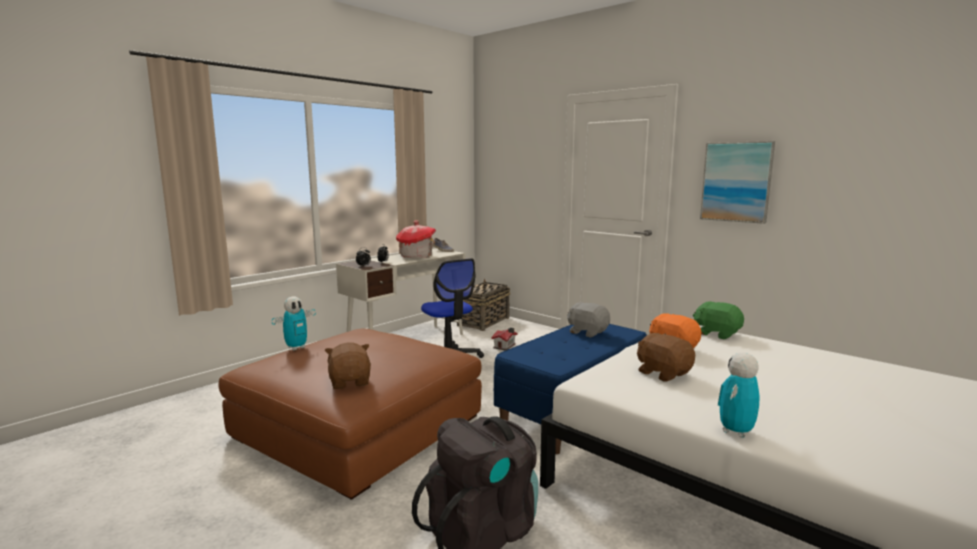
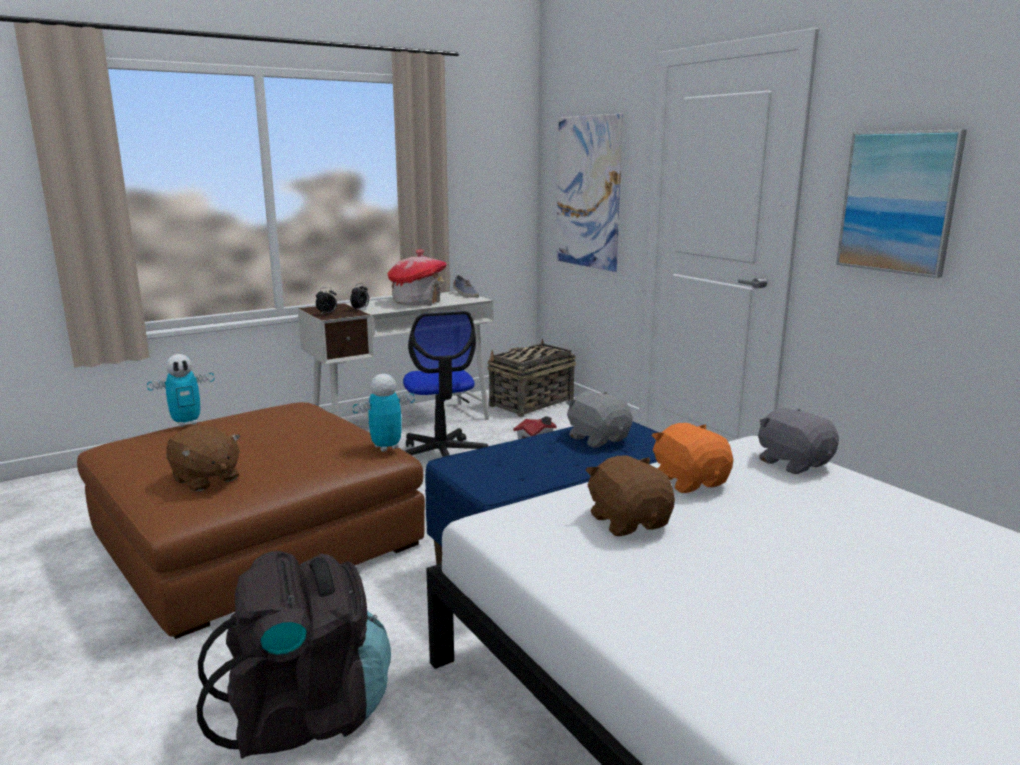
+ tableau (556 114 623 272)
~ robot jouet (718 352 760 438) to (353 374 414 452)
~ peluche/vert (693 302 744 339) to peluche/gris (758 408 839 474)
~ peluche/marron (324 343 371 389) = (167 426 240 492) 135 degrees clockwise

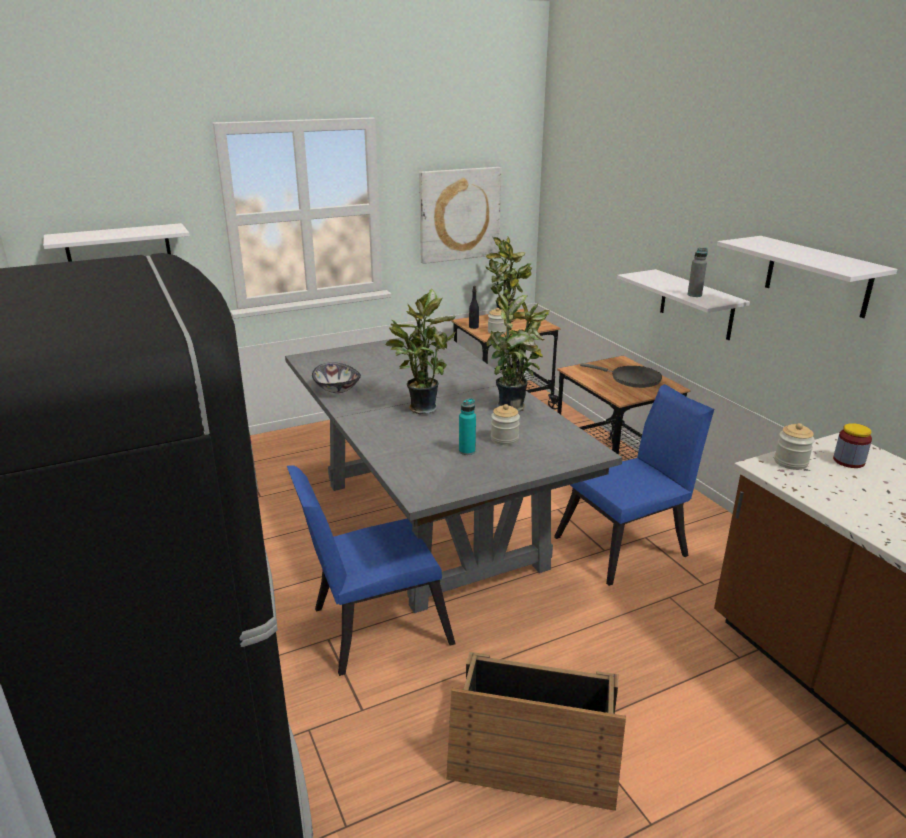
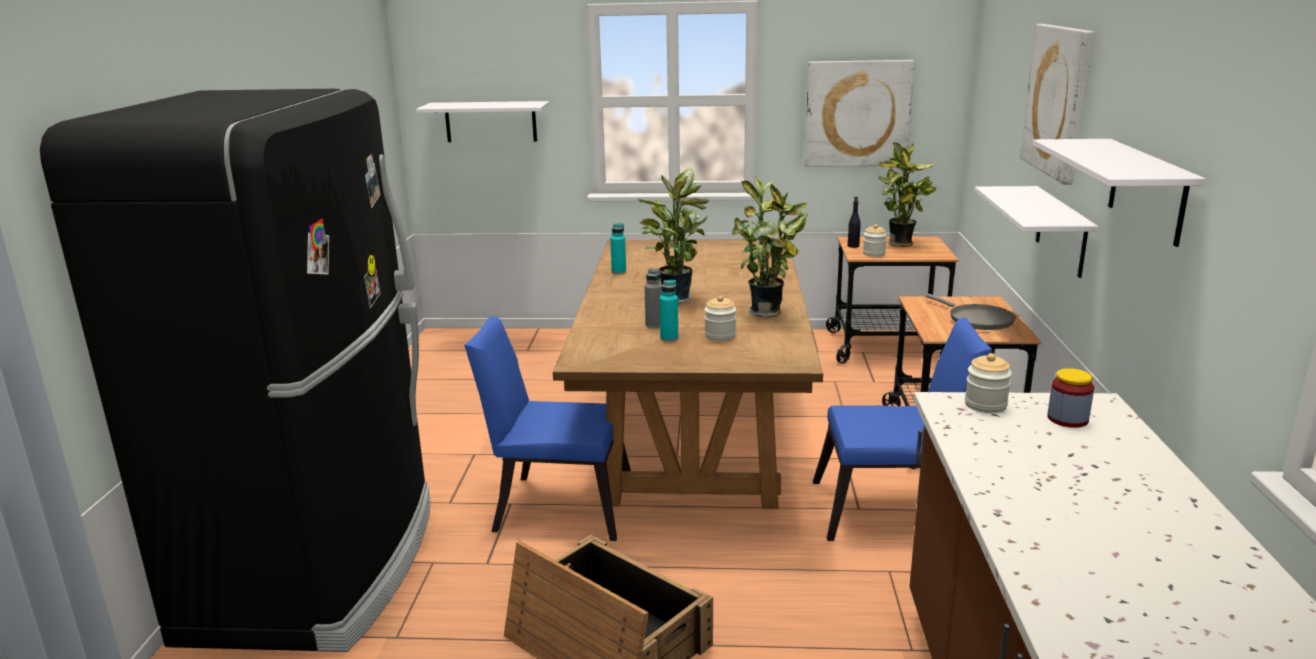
+ tableau (1020 24 1094 185)
~ bouteille/gris (687 248 708 297) to (645 268 662 328)
~ bol (312 362 361 393) to bouteille/turquoise (610 223 626 274)
~ table à manger/gris (285 331 622 613) to table à manger/marron (553 239 823 509)

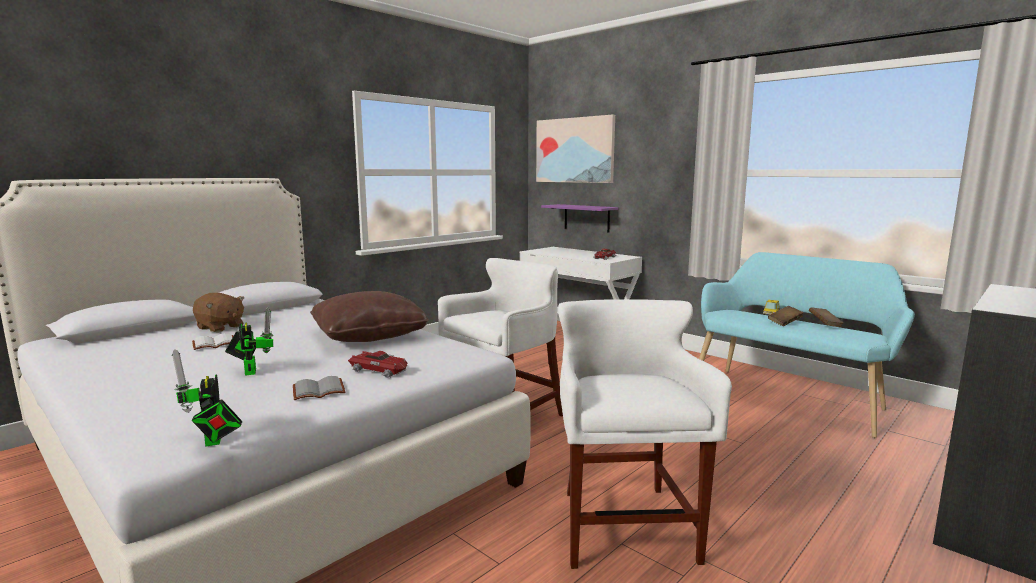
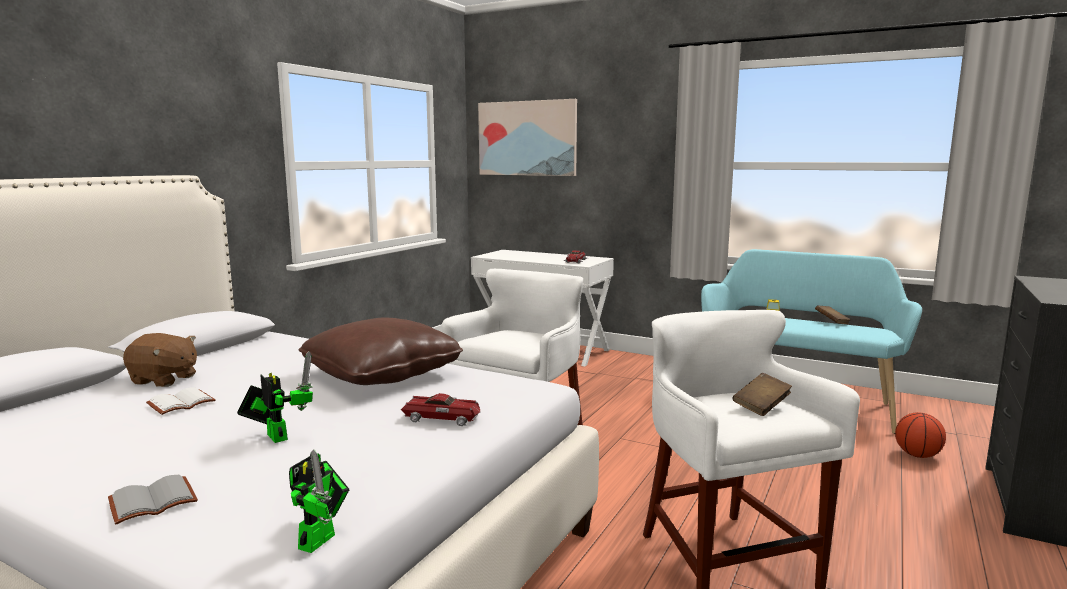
- étagère/violet (541 204 618 232)
+ ballon de basket (895 412 946 458)
~ livre/gris (293 376 345 400) to (108 475 198 525)
~ livre/marron (768 306 804 326) to (733 373 792 416)
~ robot jouet (172 349 242 447) = (289 449 349 553) 120 degrees counterclockwise

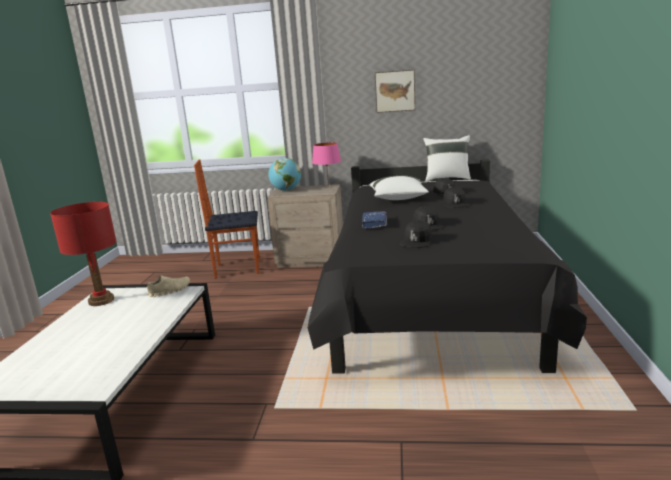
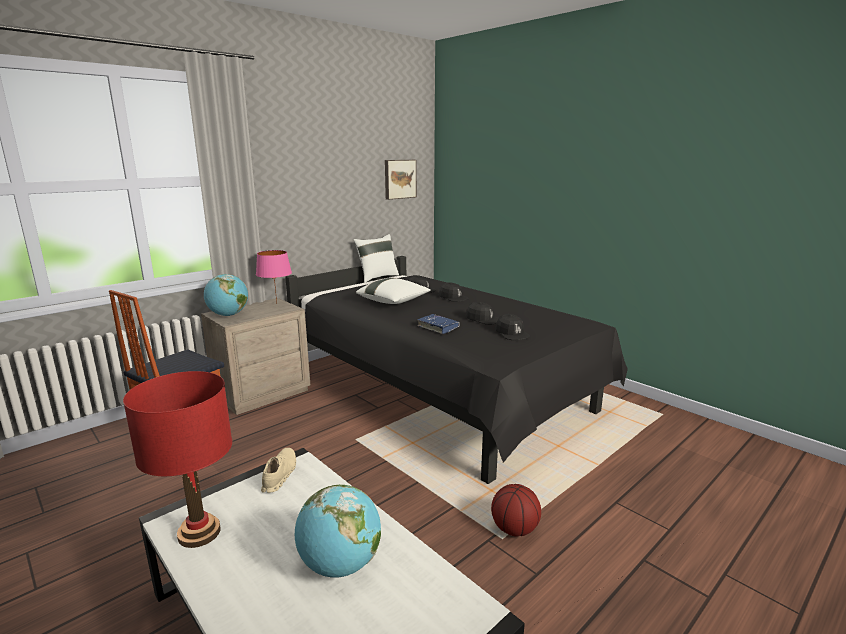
+ globe (295 485 381 578)
+ ballon de basket (491 484 541 537)
~ tableau (375 69 415 113) to (385 160 417 200)

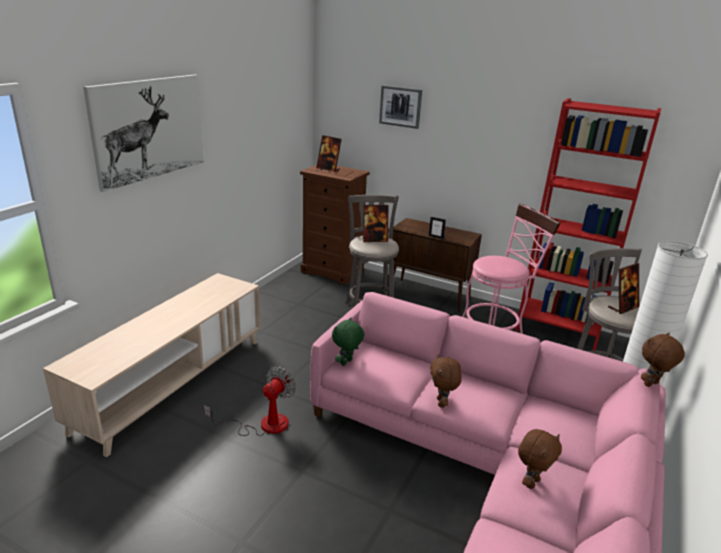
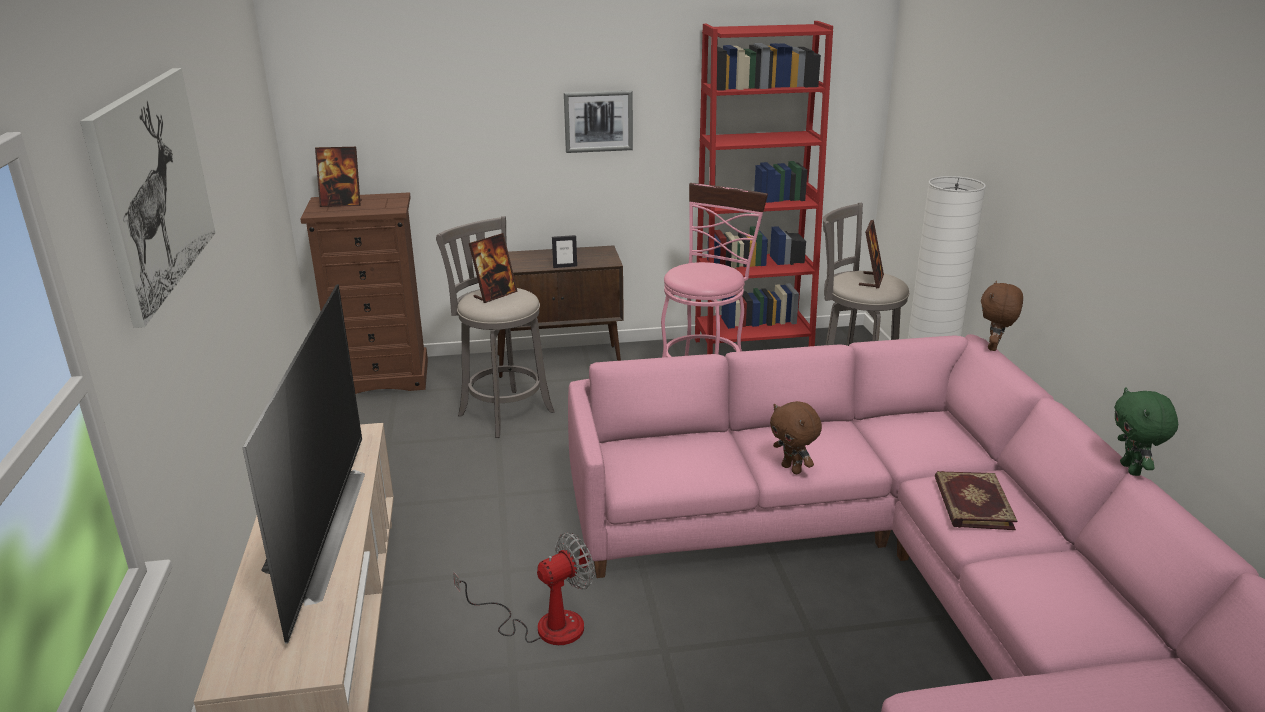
+ téléviseur (242 284 365 644)
~ peluche/vert (332 318 364 366) to (1114 387 1178 476)
~ tableau (379 85 422 129) to (564 90 633 153)
~ peluche/marron (518 429 562 489) to livre (935 471 1017 530)
~ ventilateur (204 367 296 436) = (453 532 594 645) 60 degrees clockwise

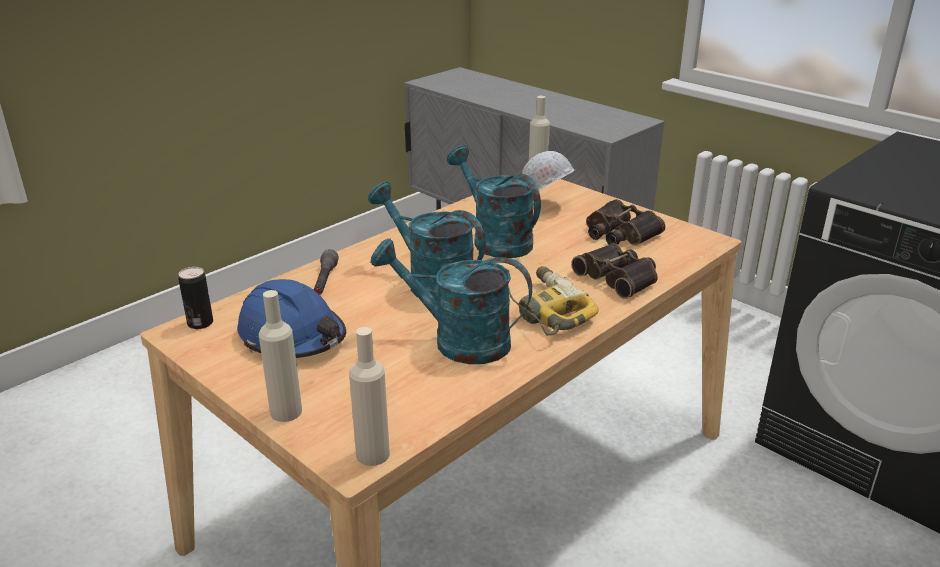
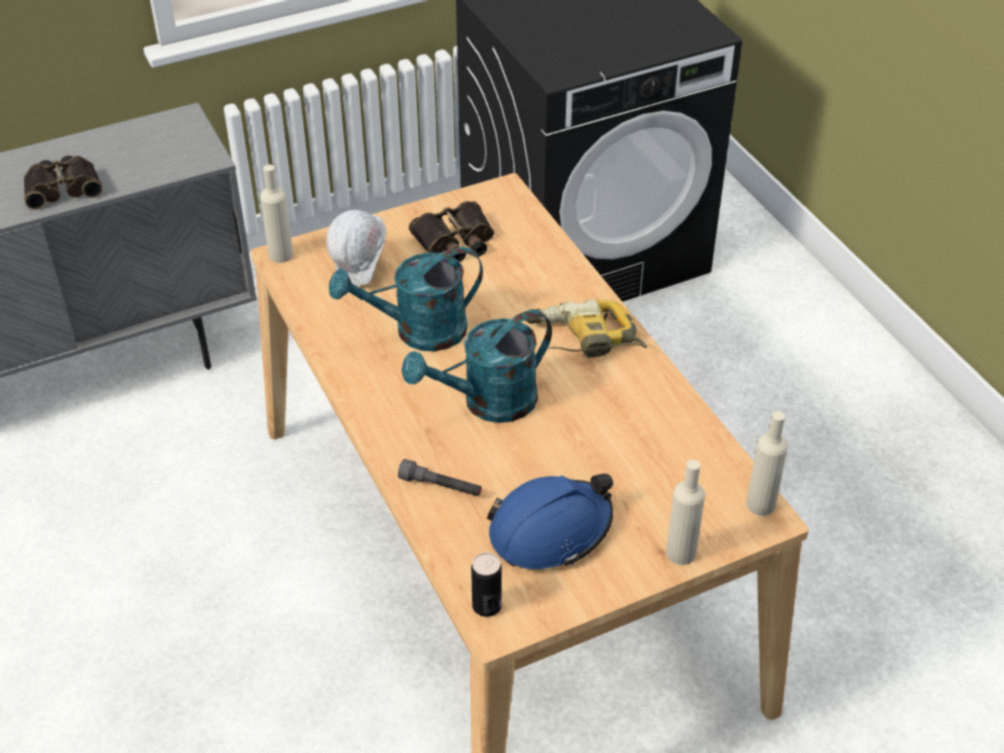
- arrosoir/turquoise (370 238 532 364)
~ jumelles (571 243 658 299) to (24 156 103 210)

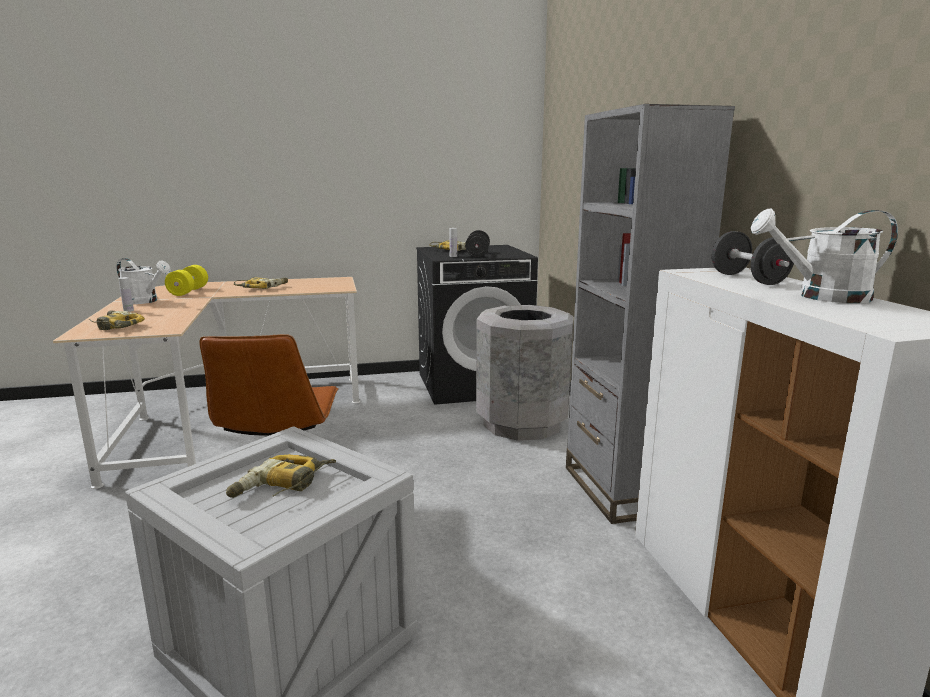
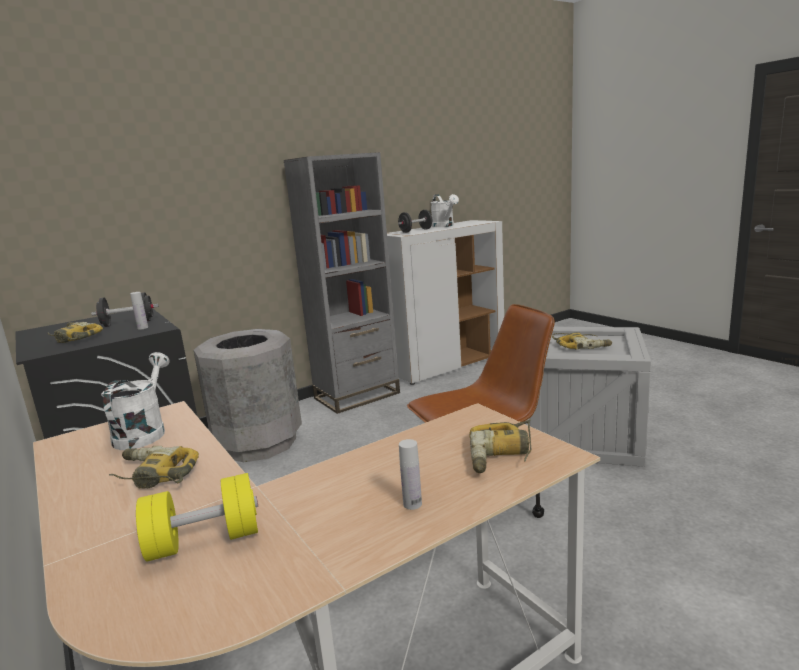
~ arrosoir/blanc (117 258 170 304) to (101 352 170 450)

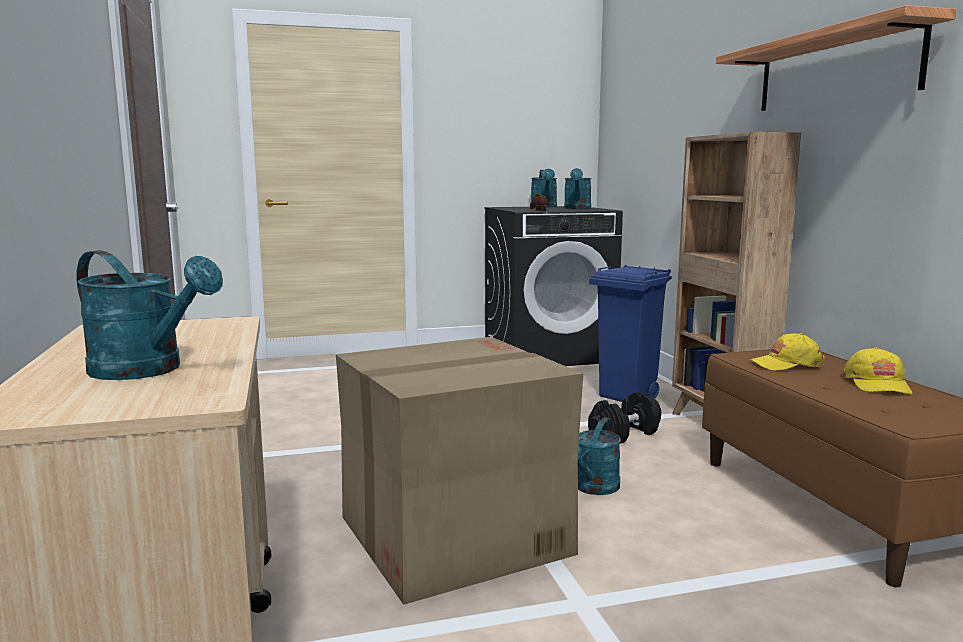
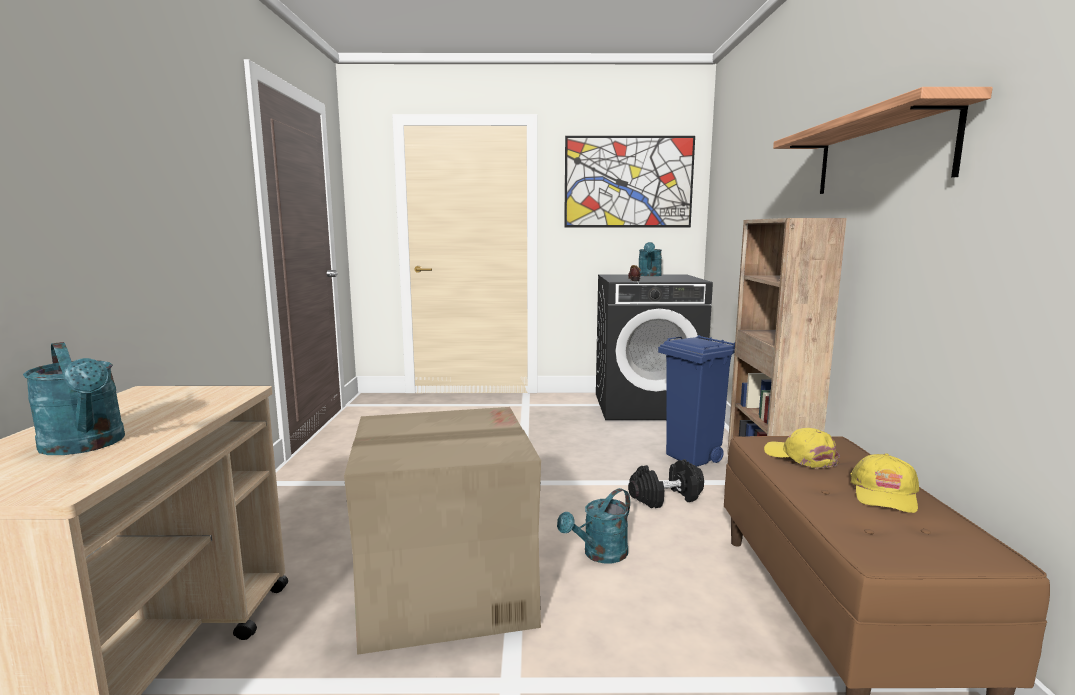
- arrosoir/turquoise (564 168 591 209)
+ tableau (564 136 695 227)
~ casquette/jaune (750 333 825 371) = (764 428 840 468) 45 degrees clockwise

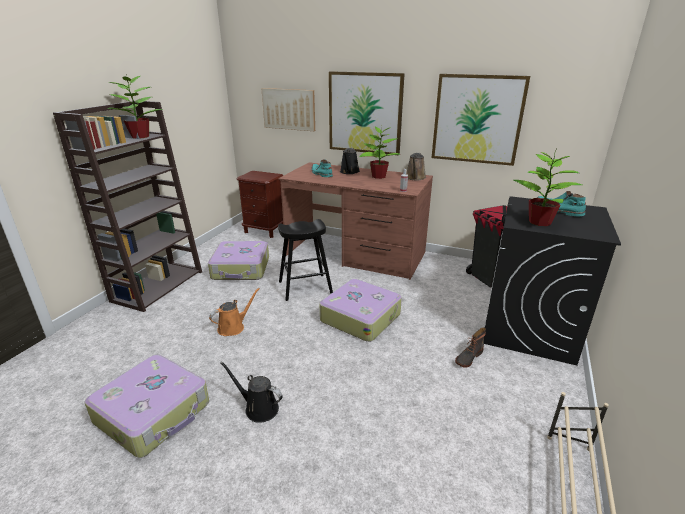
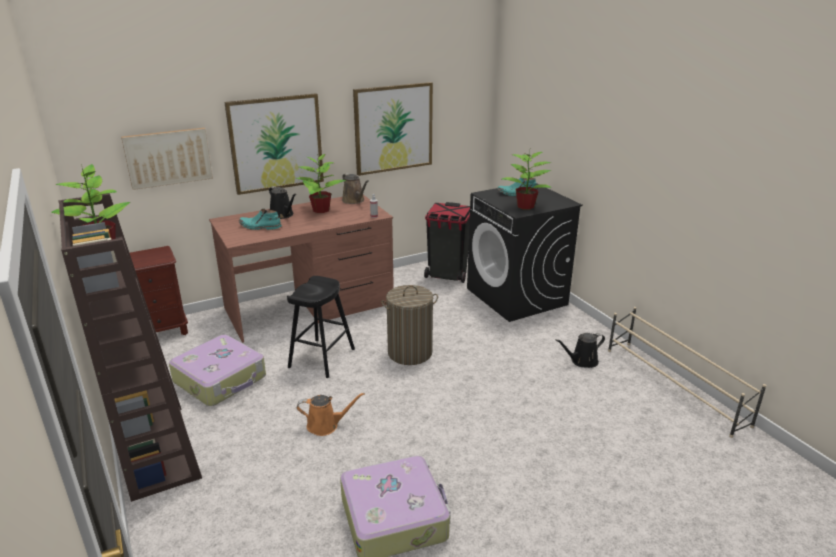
- botte (455 327 486 368)
~ arrosoir/noir (220 362 283 423) to (556 333 605 368)
~ valise (320 279 402 342) to panier à linge (381 285 438 365)
~ arrosoir/orange (209 288 260 336) = (297 393 365 436) 90 degrees clockwise

